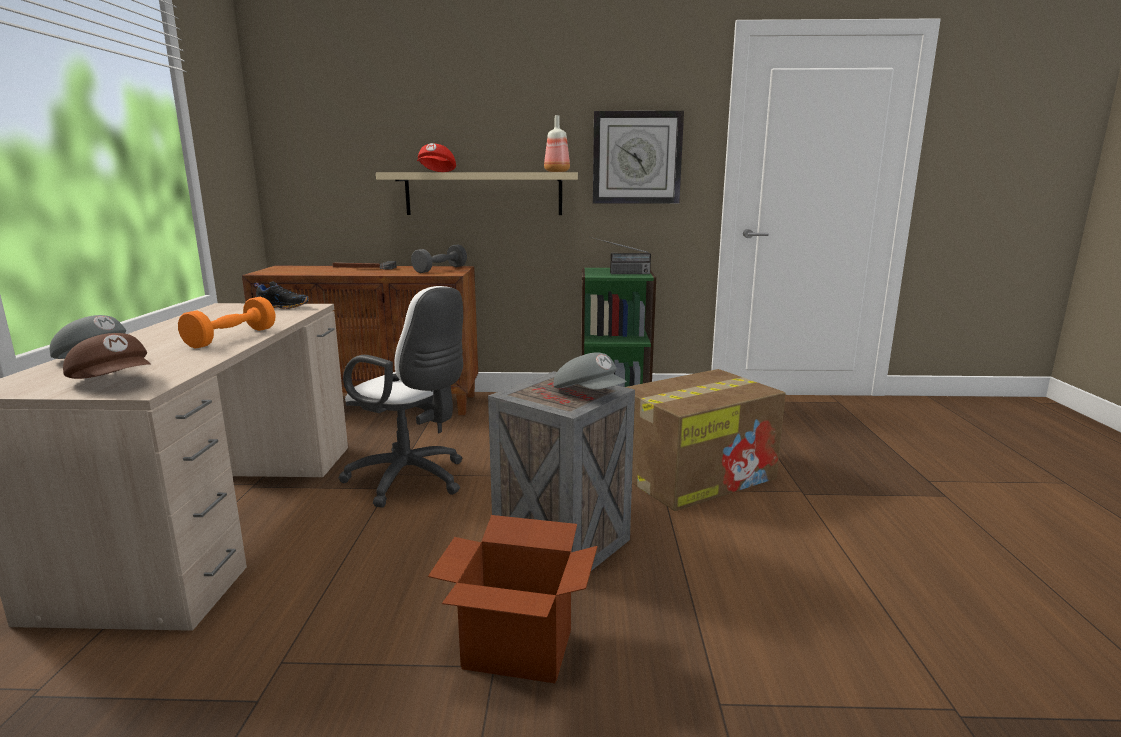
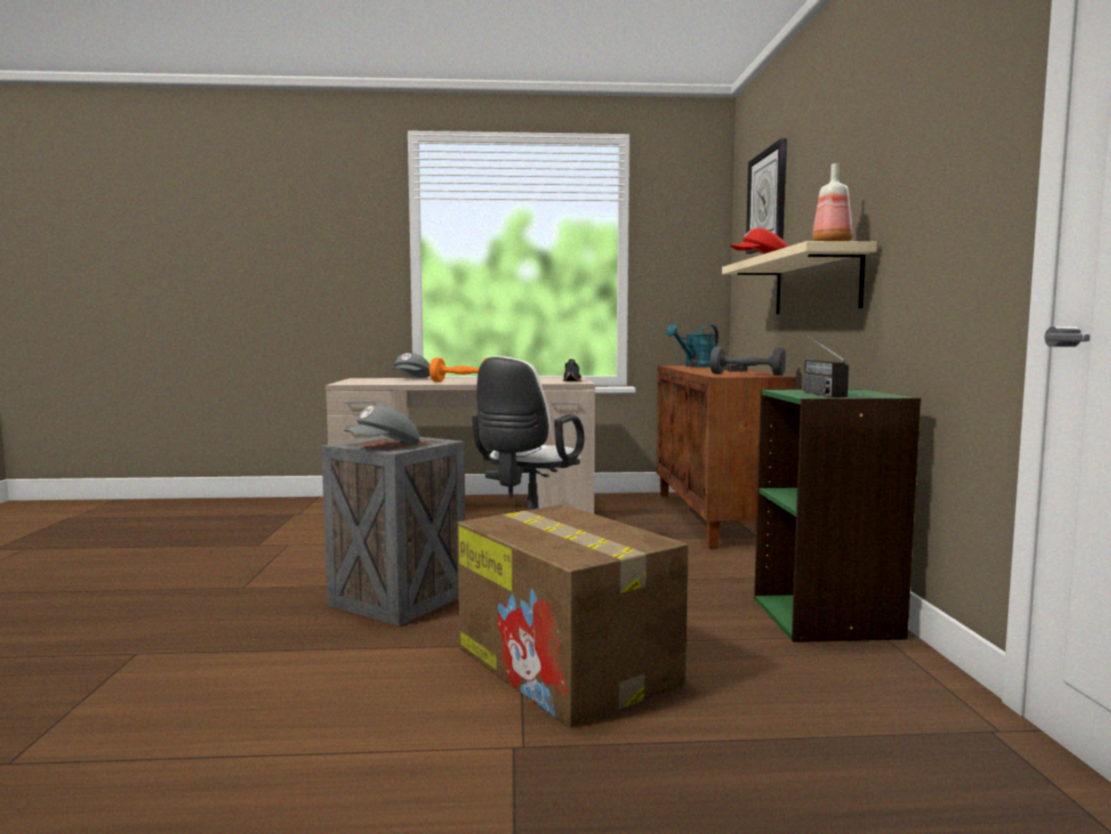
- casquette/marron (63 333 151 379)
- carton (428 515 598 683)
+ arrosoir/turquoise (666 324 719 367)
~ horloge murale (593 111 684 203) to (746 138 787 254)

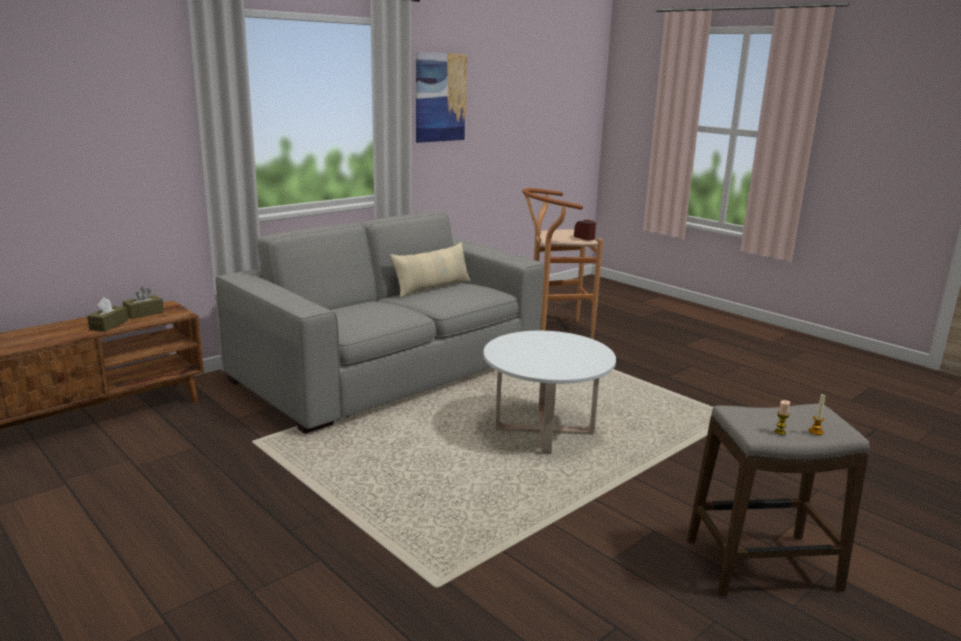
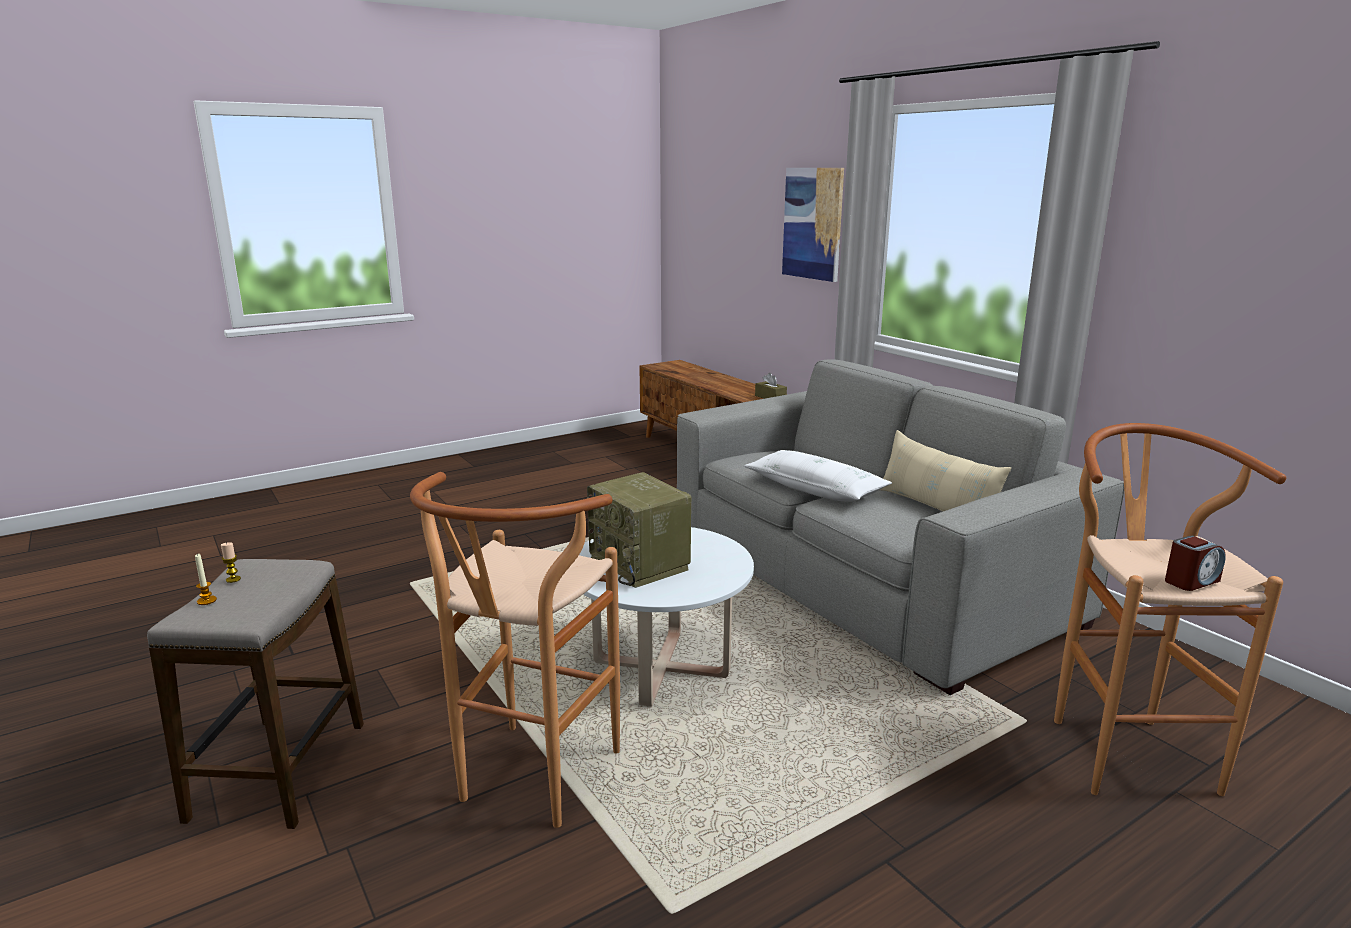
- boîte à mouchoirs/marron (87 297 128 332)
+ tabouret/marron (410 472 620 828)
+ radio (587 472 692 588)
+ coussin/blanc (744 450 892 502)
~ tableau (416 52 468 143) to (782 168 844 282)

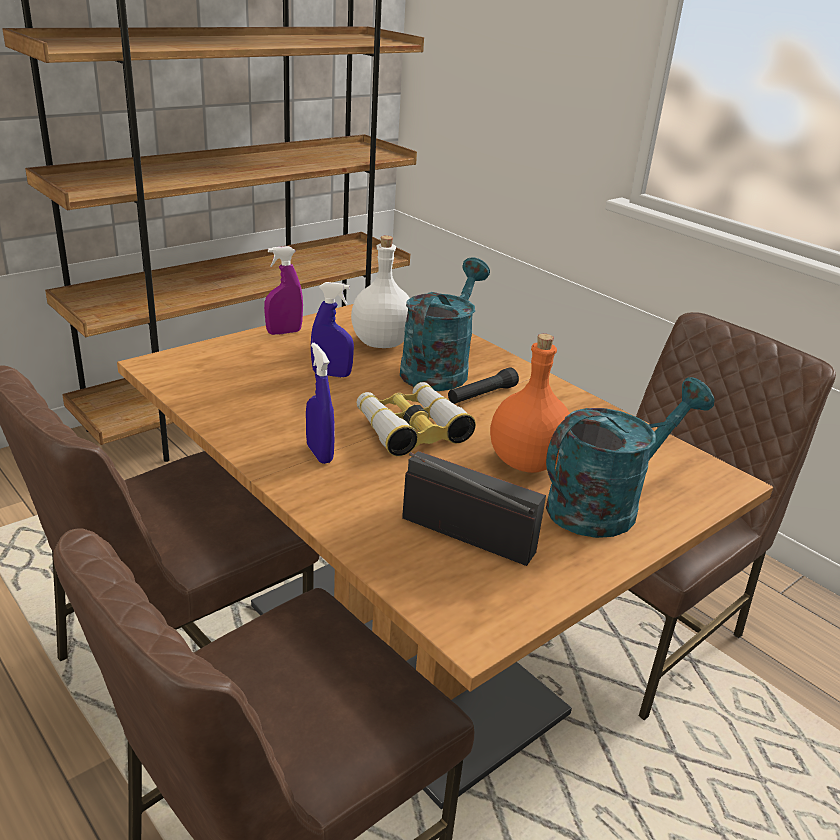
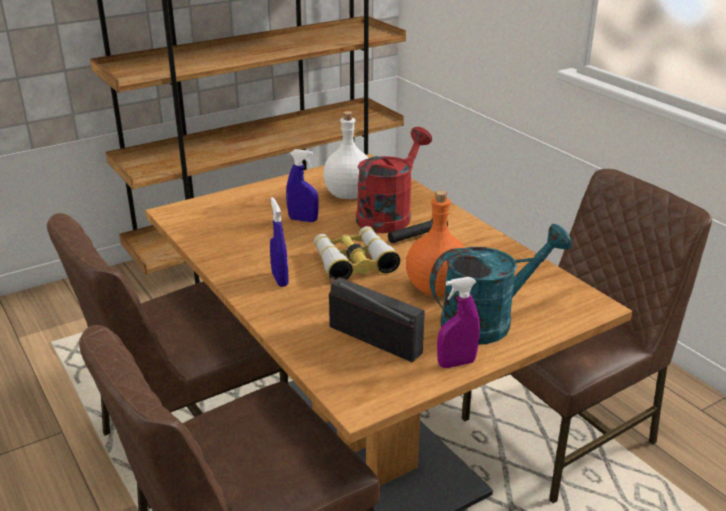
~ vaporisateur/violet (264 246 303 335) to (437 277 480 368)
~ arrosoir/turquoise (400 257 490 391) to arrosoir/rouge (356 127 432 233)

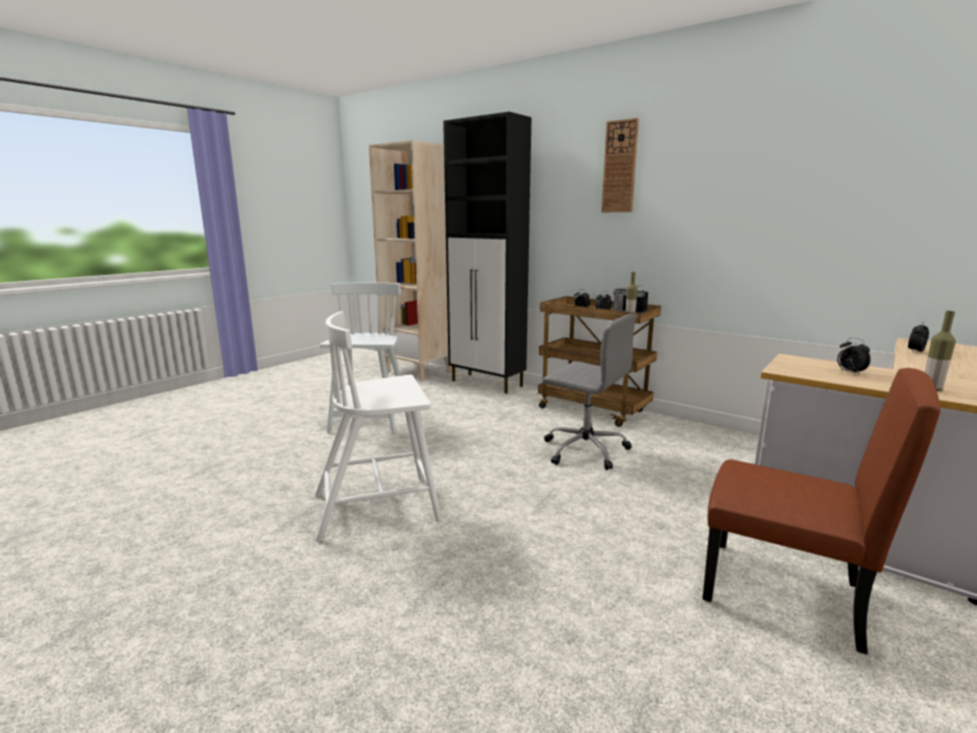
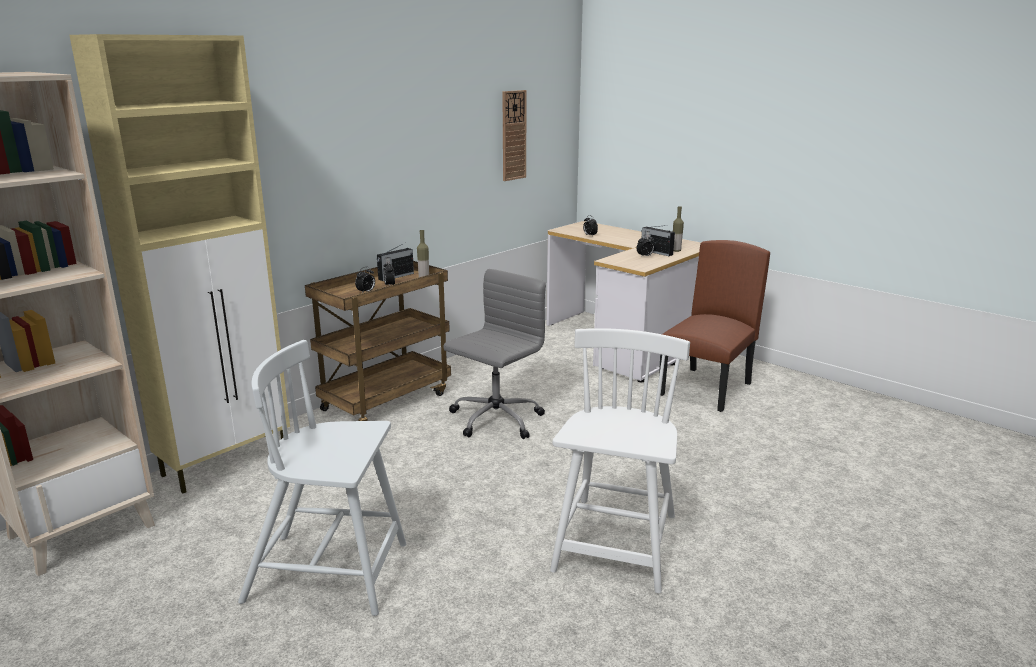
+ radio (641 225 675 256)
~ horloge murale (602 118 639 212) to (502 90 527 181)
~ meuble de rangement/noir (443 112 532 394) to meuble de rangement/beige (69 34 290 493)
~ chaise/blanc (315 311 442 542) = (550 328 690 594) 150 degrees counterclockwise

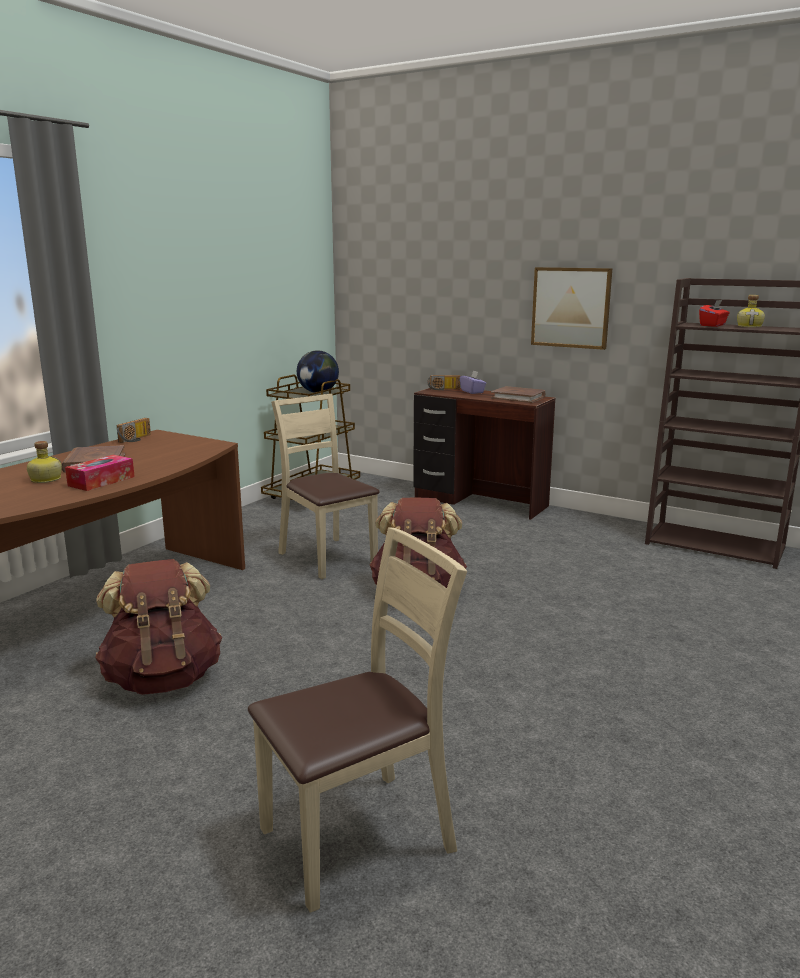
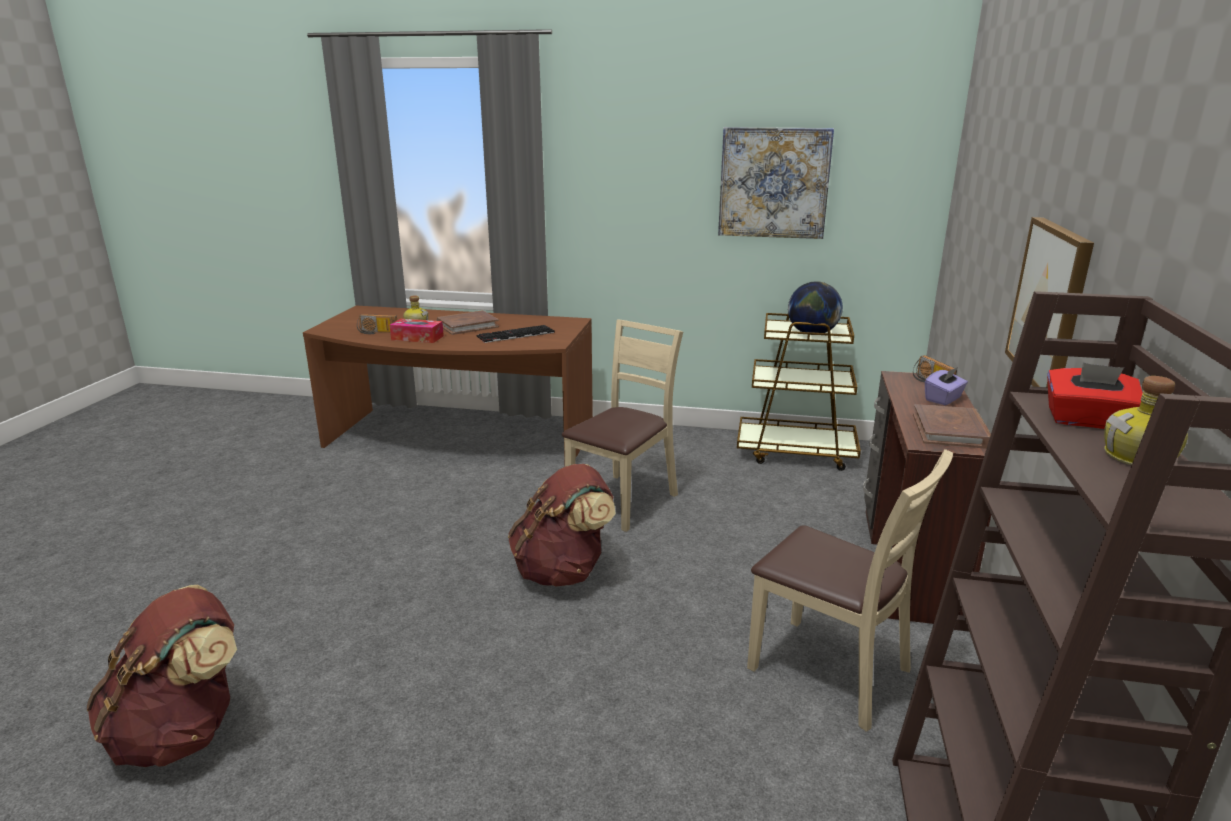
+ clavier (477 325 555 343)
+ tableau (718 127 834 239)
~ sac à dos/marron (95 559 222 695) to (87 585 237 767)
~ radio (117 418 151 443) to (357 314 397 334)
~ chaise/beige (248 527 467 913) to (747 449 953 732)

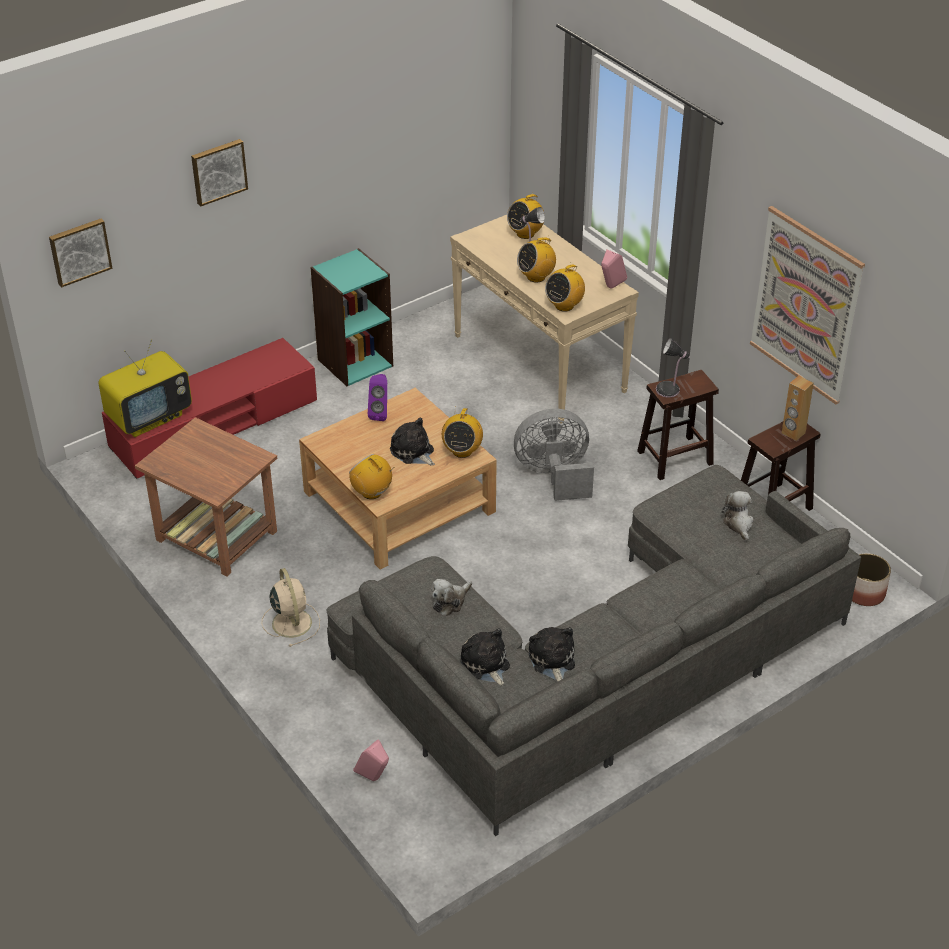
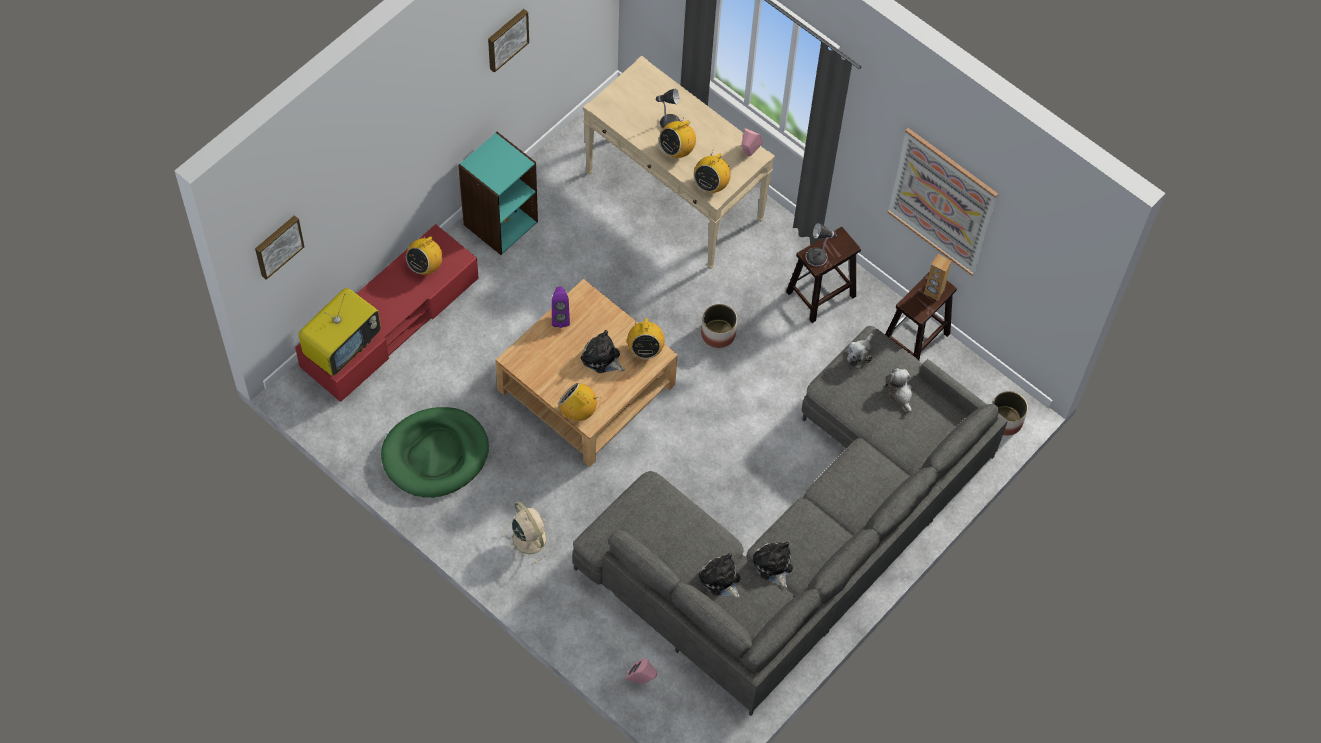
~ tableau (191 139 248 206) to (488 9 529 73)
~ peluche (431 579 472 616) to (847 333 873 369)
~ radio (507 194 544 239) to (406 230 443 275)
~ table d'appoint/marron (135 417 277 577) to panier pour chien/vert (381 407 489 498)
~ ventilateur/gris (514 409 594 501) to cache-pot (701 304 737 348)

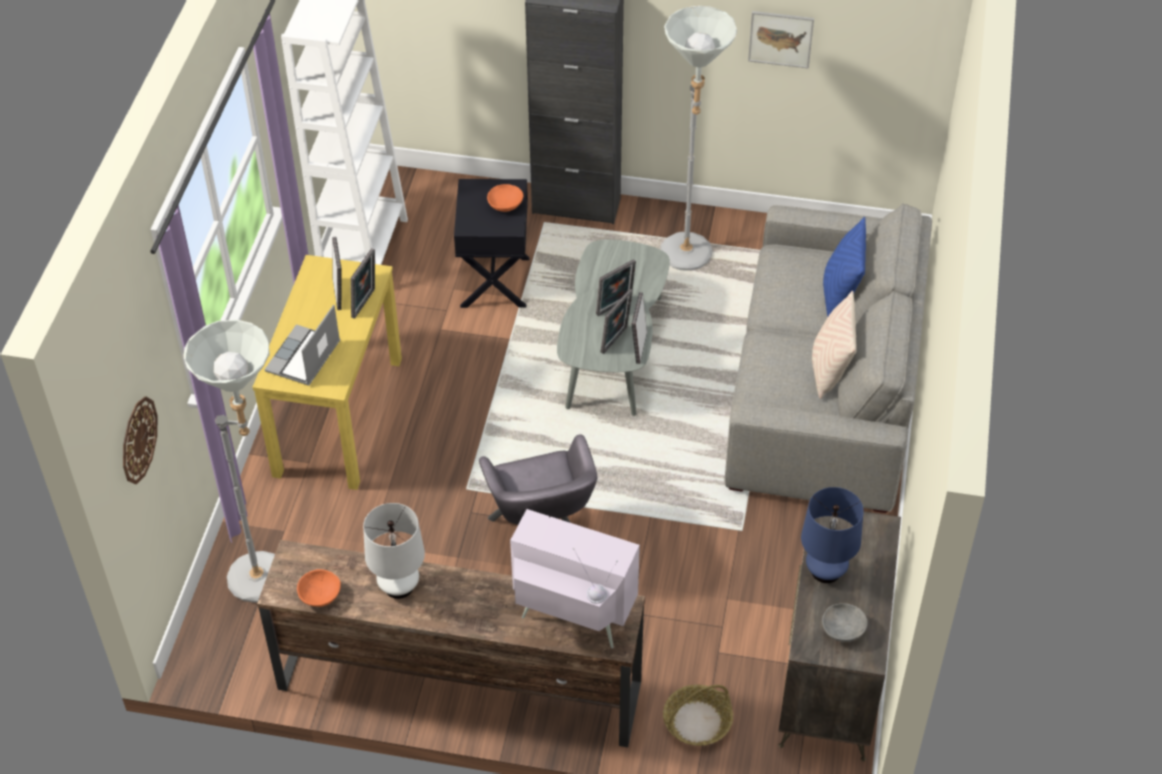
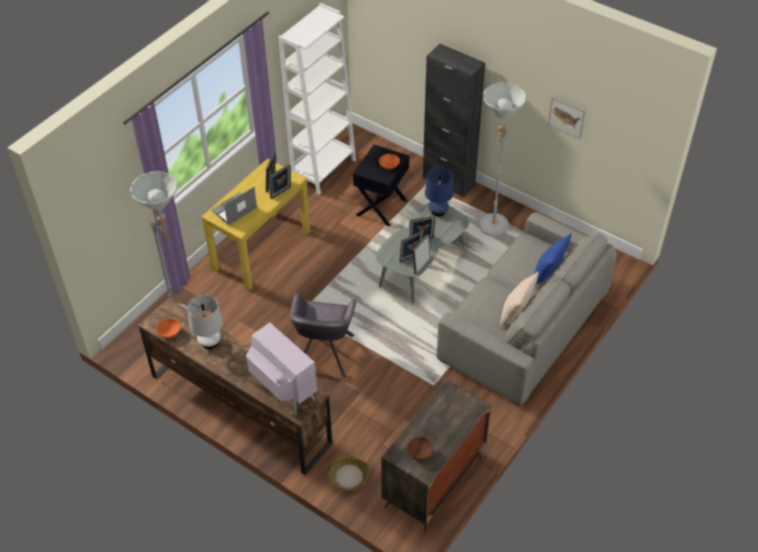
- horloge murale (123 396 158 484)
~ lampe de table/bleu (801 487 864 583) to (425 167 453 217)
~ bol/gris (822 603 867 642) to bol/marron (407 437 434 460)

